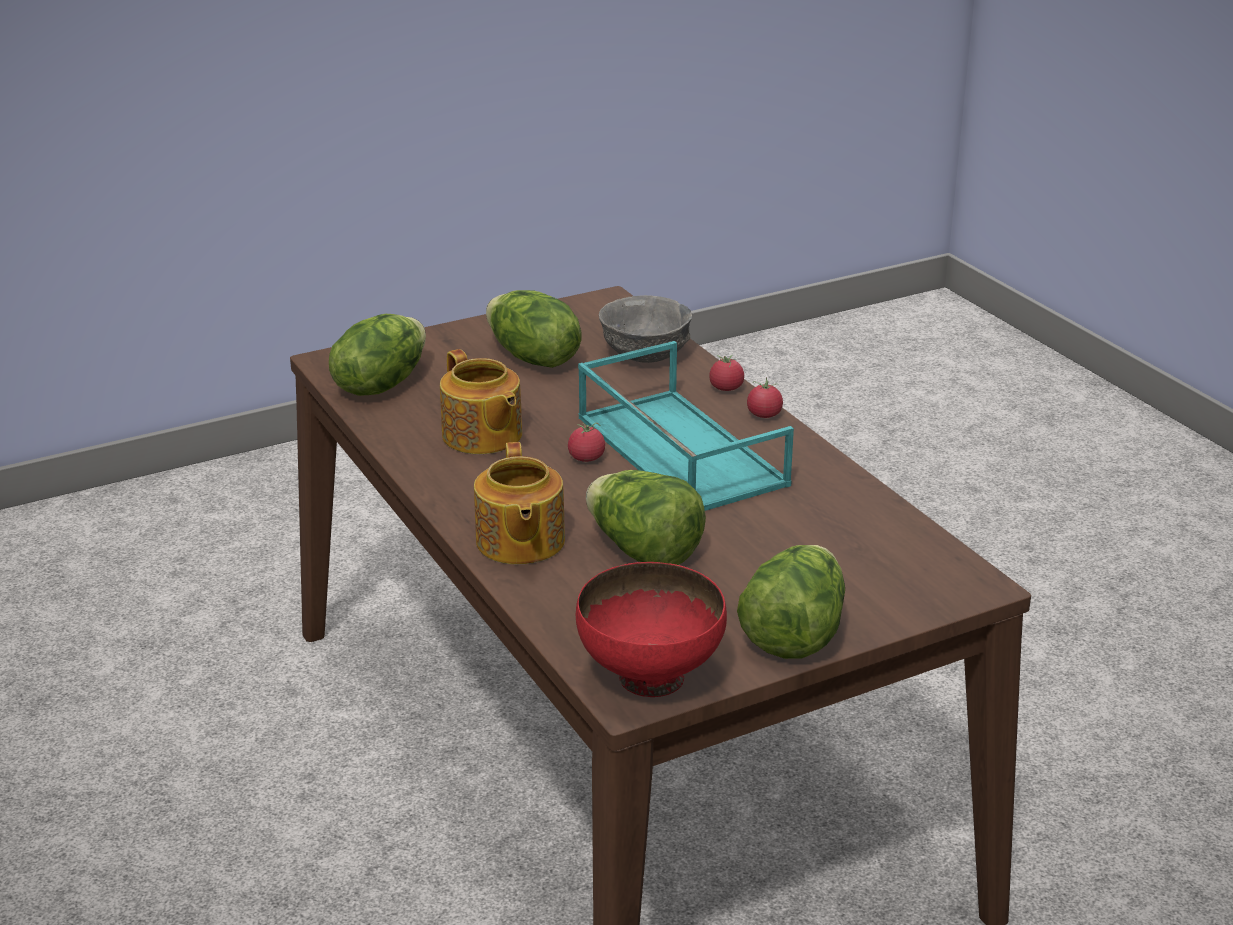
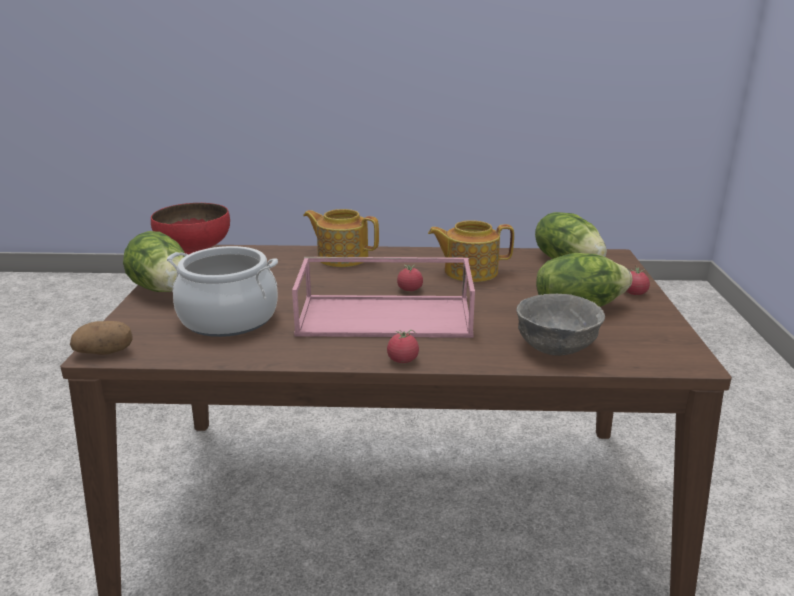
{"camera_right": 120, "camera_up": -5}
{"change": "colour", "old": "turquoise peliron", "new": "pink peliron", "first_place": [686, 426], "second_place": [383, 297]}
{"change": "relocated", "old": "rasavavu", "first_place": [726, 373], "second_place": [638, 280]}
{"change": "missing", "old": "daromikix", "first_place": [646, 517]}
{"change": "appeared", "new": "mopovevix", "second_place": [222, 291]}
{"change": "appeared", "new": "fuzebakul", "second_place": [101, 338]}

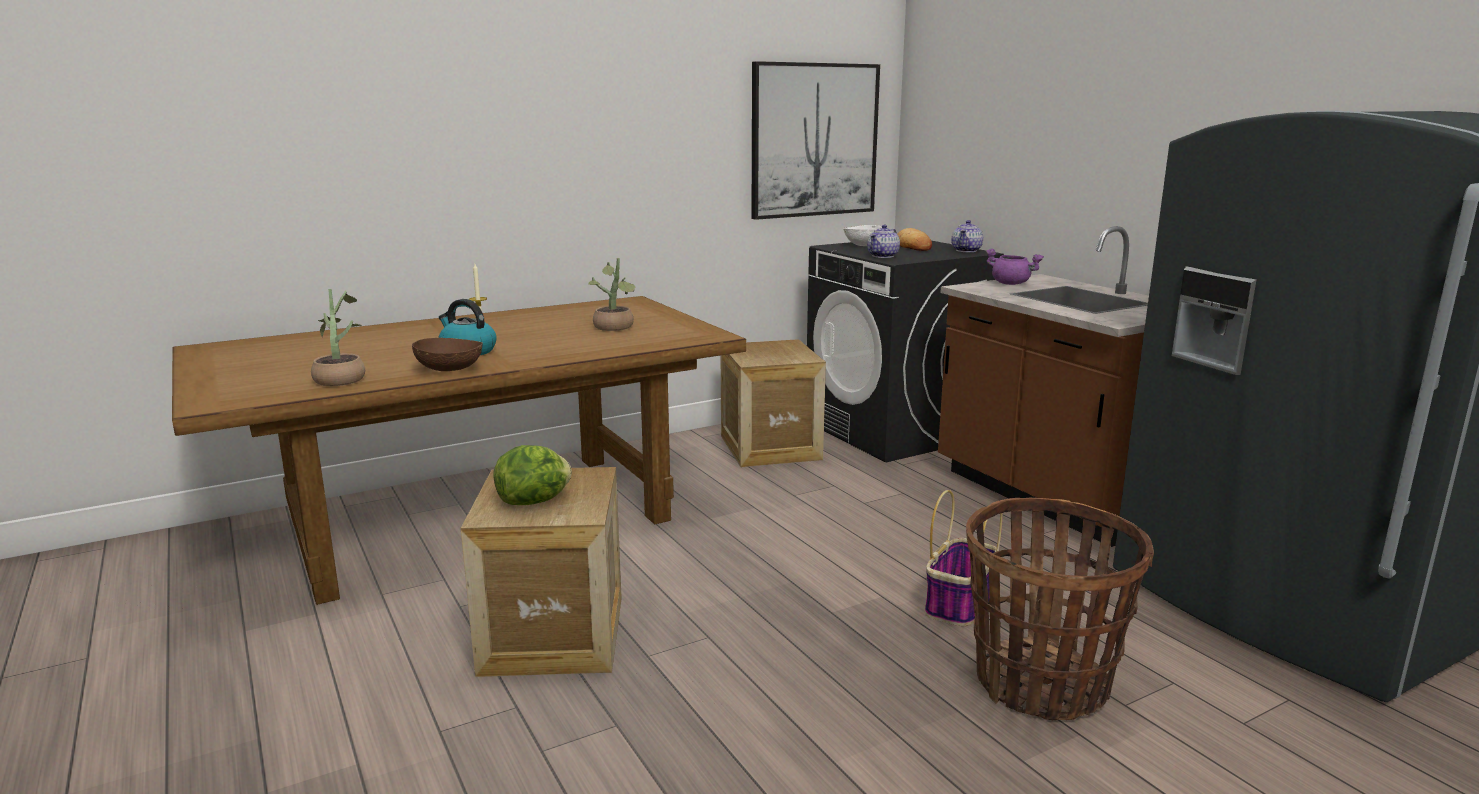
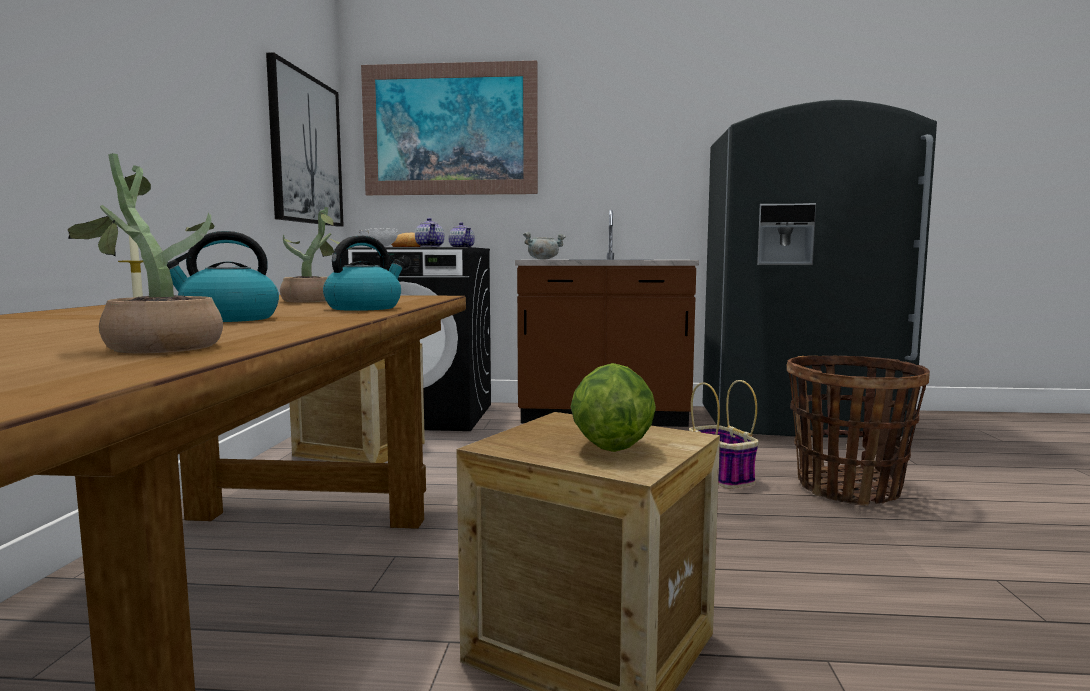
{"camera_right": -55, "camera_up": -10}
{"change": "colour", "old": "purple mopovevix", "new": "grey mopovevix", "first_place": [1015, 267], "second_place": [544, 246]}
{"change": "missing", "old": "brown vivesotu", "first_place": [447, 354]}
{"change": "appeared", "new": "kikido", "second_place": [449, 128]}
{"change": "appeared", "new": "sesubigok", "second_place": [364, 273]}

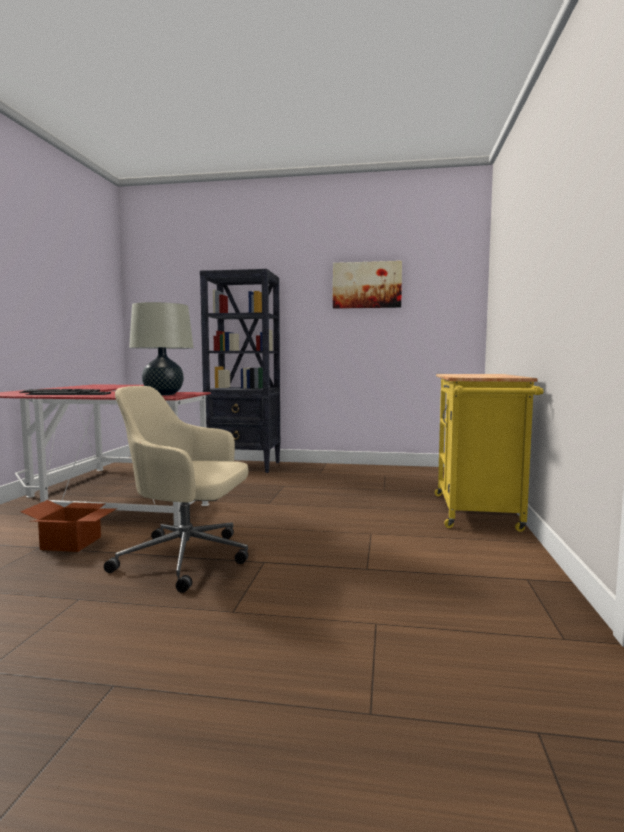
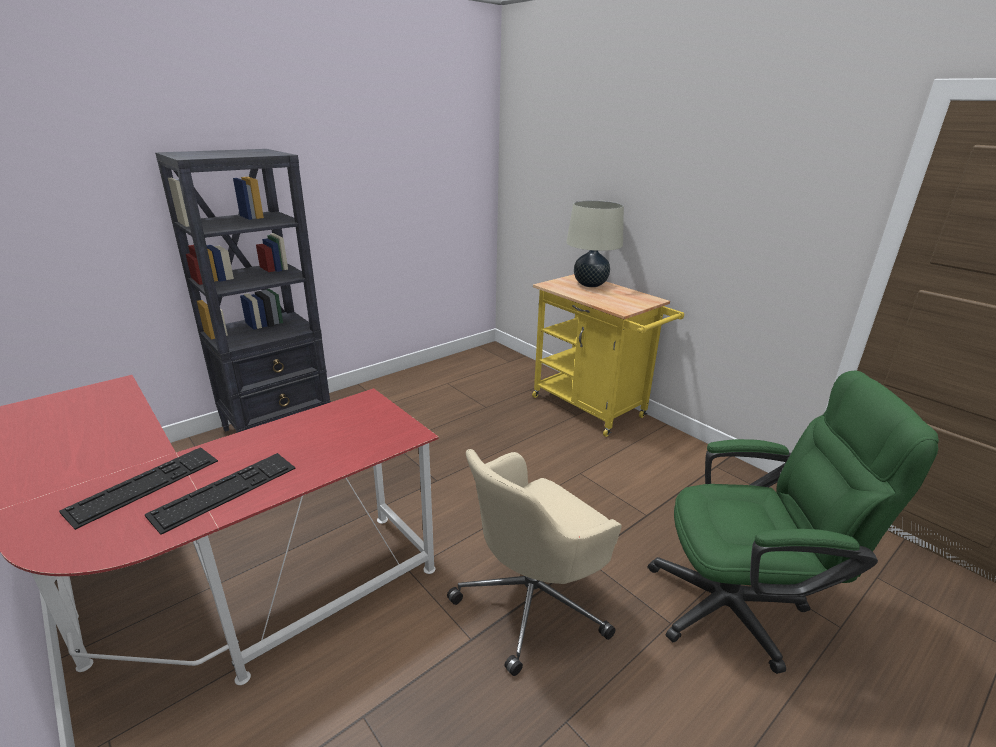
{"camera_right": -50, "camera_up": 20}
{"change": "missing", "old": "kikido", "first_place": [367, 285]}
{"change": "relocated", "old": "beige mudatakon", "first_place": [161, 348], "second_place": [595, 243]}
{"change": "missing", "old": "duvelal", "first_place": [68, 526]}
{"change": "appeared", "new": "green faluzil", "second_place": [793, 522]}

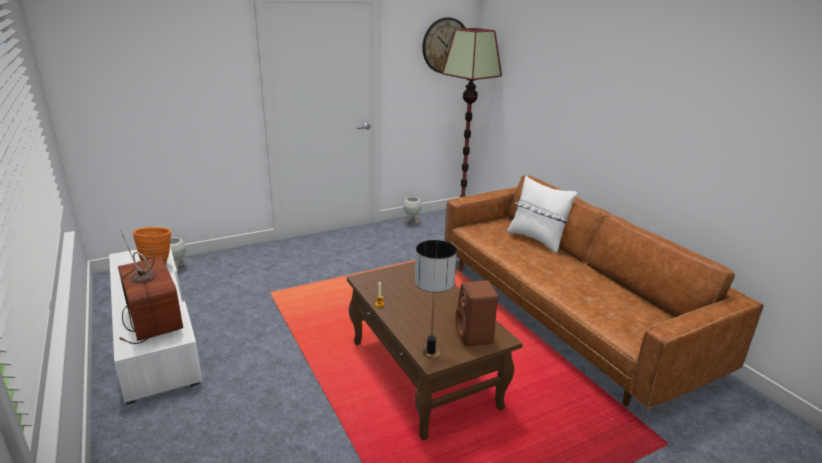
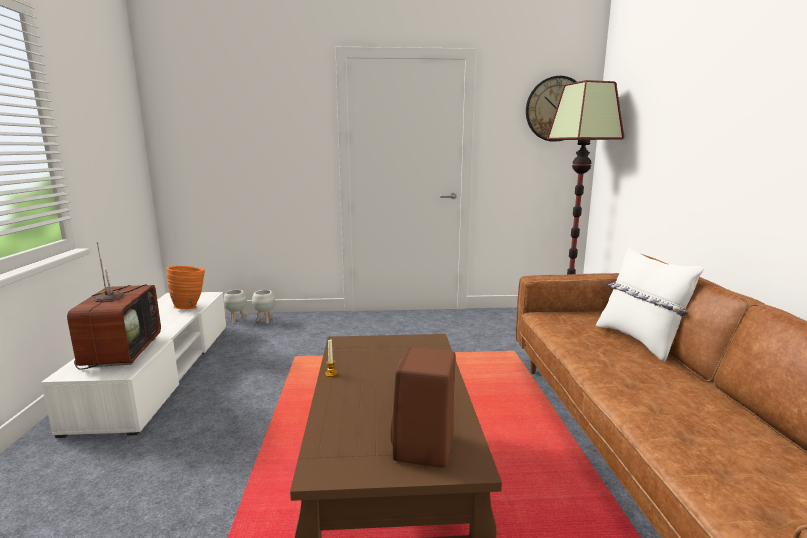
{"camera_right": 25, "camera_up": -10}
{"change": "relocated", "old": "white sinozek", "first_place": [412, 210], "second_place": [263, 307]}
{"change": "missing", "old": "mudatakon", "first_place": [436, 299]}

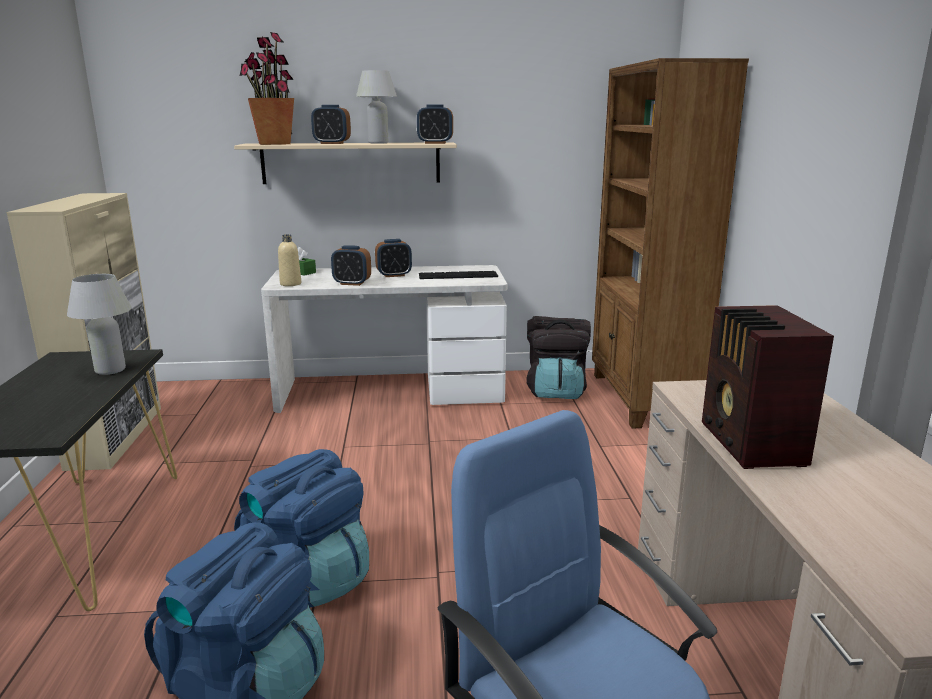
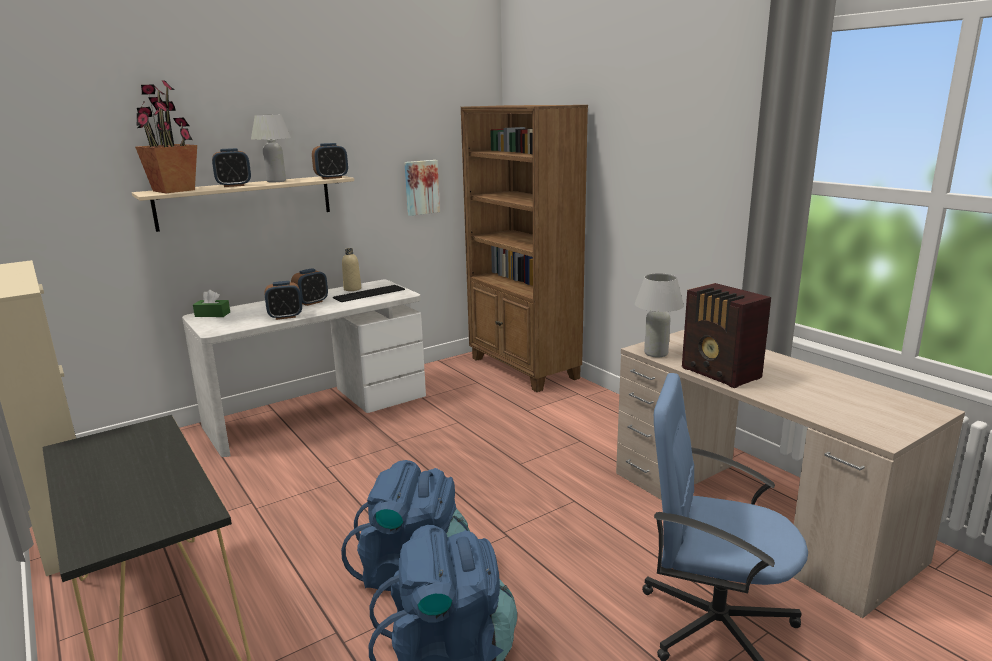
{"camera_right": -30, "camera_up": 0}
{"change": "relocated", "old": "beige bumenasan", "first_place": [289, 260], "second_place": [351, 269]}
{"change": "relocated", "old": "white mudatakon", "first_place": [99, 324], "second_place": [659, 315]}
{"change": "missing", "old": "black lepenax", "first_place": [558, 357]}
{"change": "appeared", "new": "kikido", "second_place": [422, 188]}

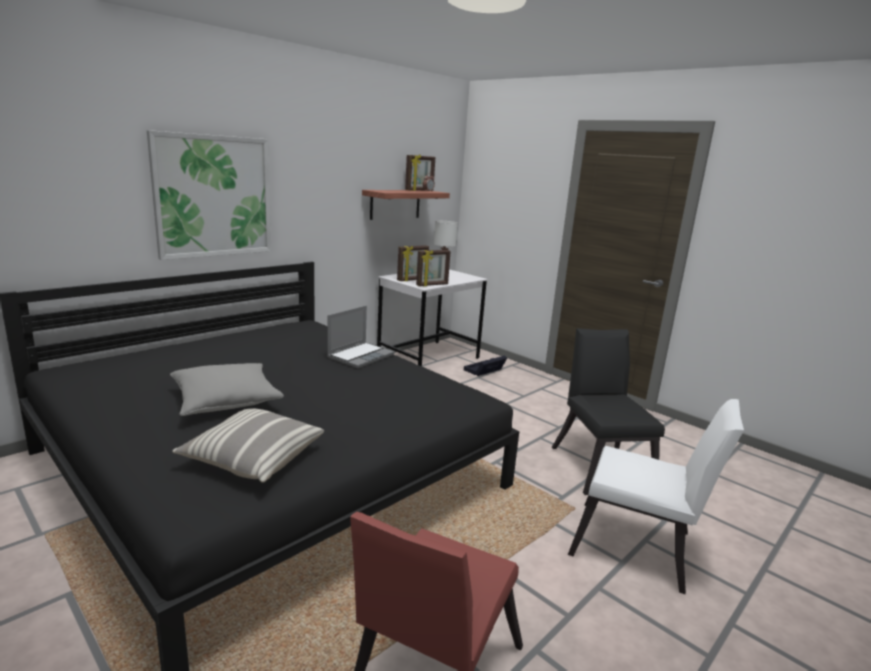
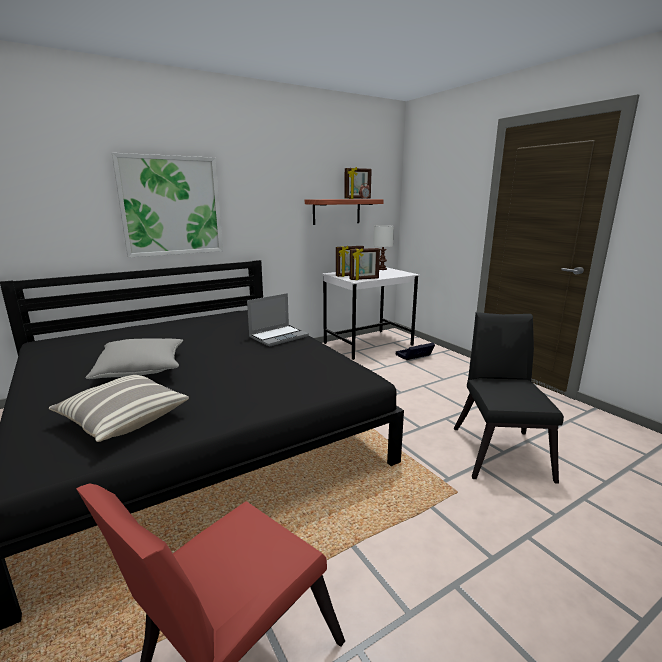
{"camera_right": 15, "camera_up": 0}
{"change": "missing", "old": "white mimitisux", "first_place": [656, 496]}

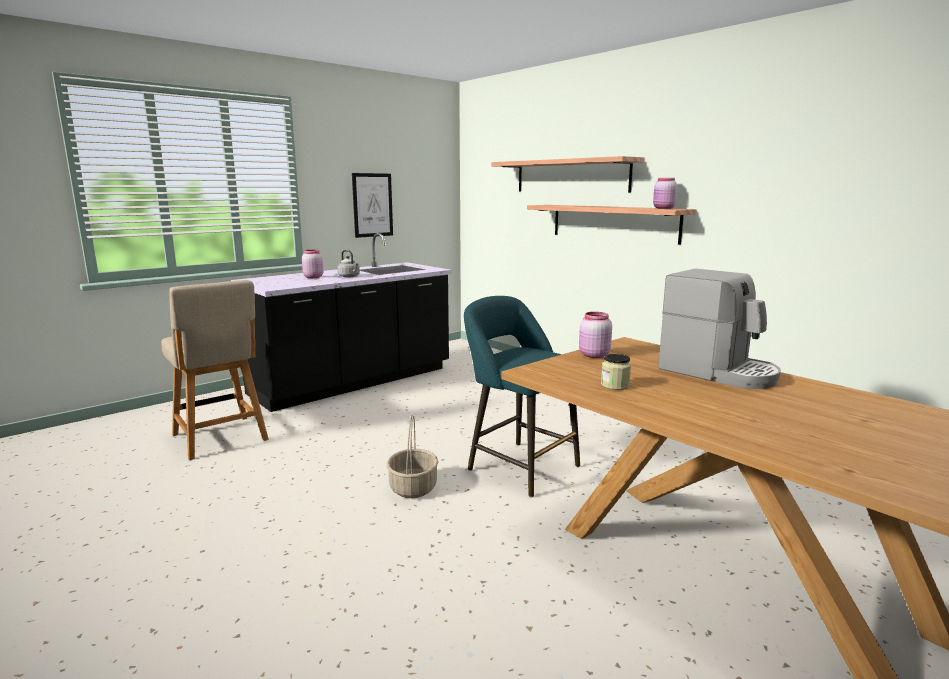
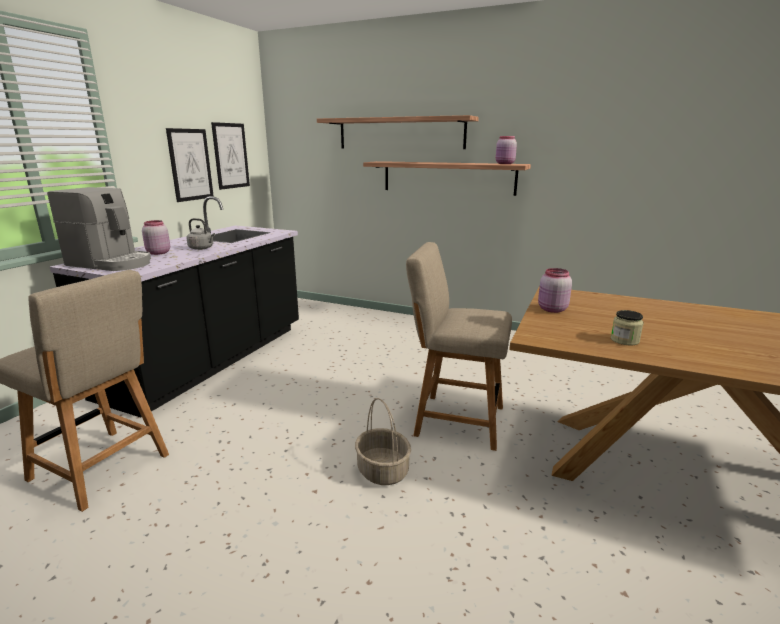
{"camera_right": -25, "camera_up": 5}
{"change": "relocated", "old": "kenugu", "first_place": [719, 328], "second_place": [99, 229]}
{"change": "exchanged", "old": "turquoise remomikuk", "new": "beige mimitisux", "first_place": [522, 397], "second_place": [459, 346]}
{"change": "appeared", "new": "kikido", "second_place": [230, 156]}

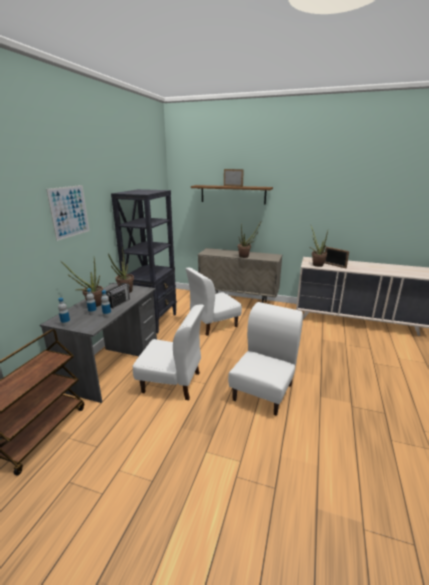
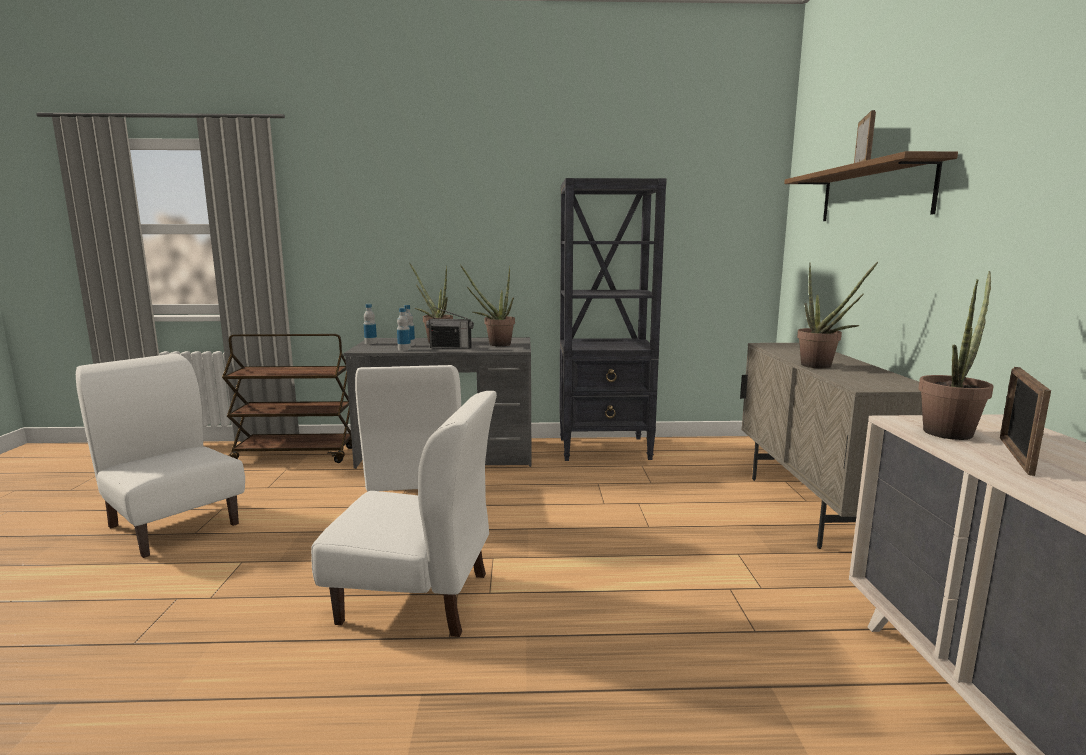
{"camera_right": 70, "camera_up": -10}
{"change": "missing", "old": "kikido", "first_place": [68, 213]}
{"change": "relocated", "old": "white mimitisux", "first_place": [214, 302], "second_place": [160, 455]}

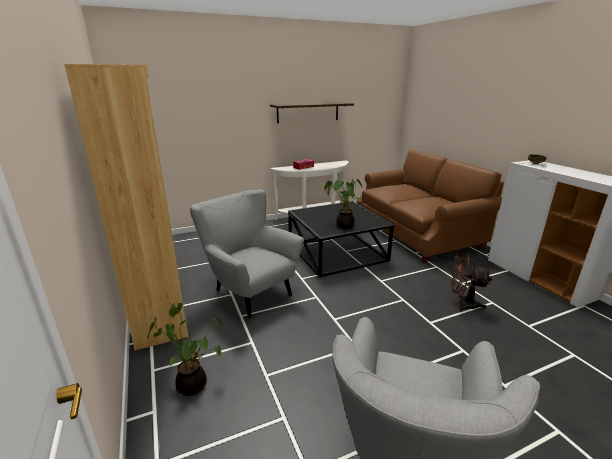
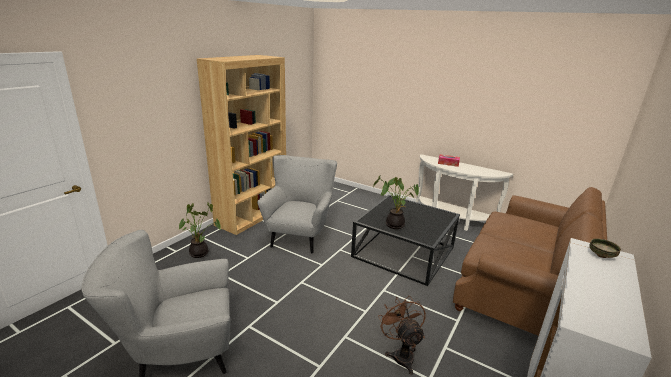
{"camera_right": 55, "camera_up": 0}
{"change": "missing", "old": "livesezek", "first_place": [312, 112]}

